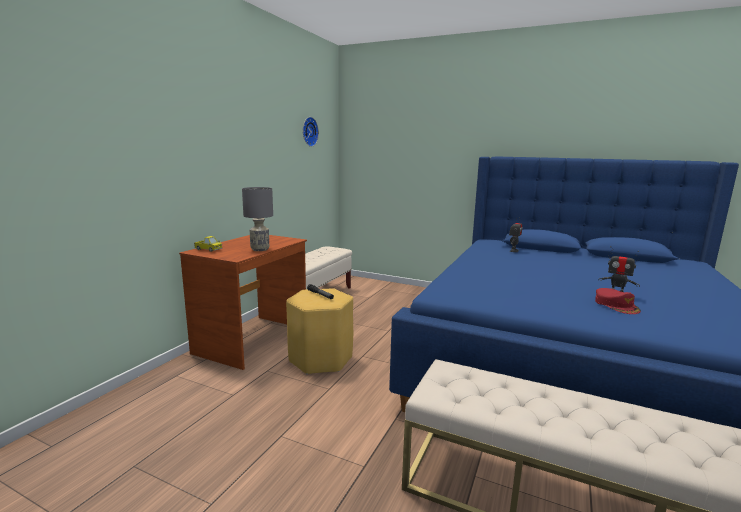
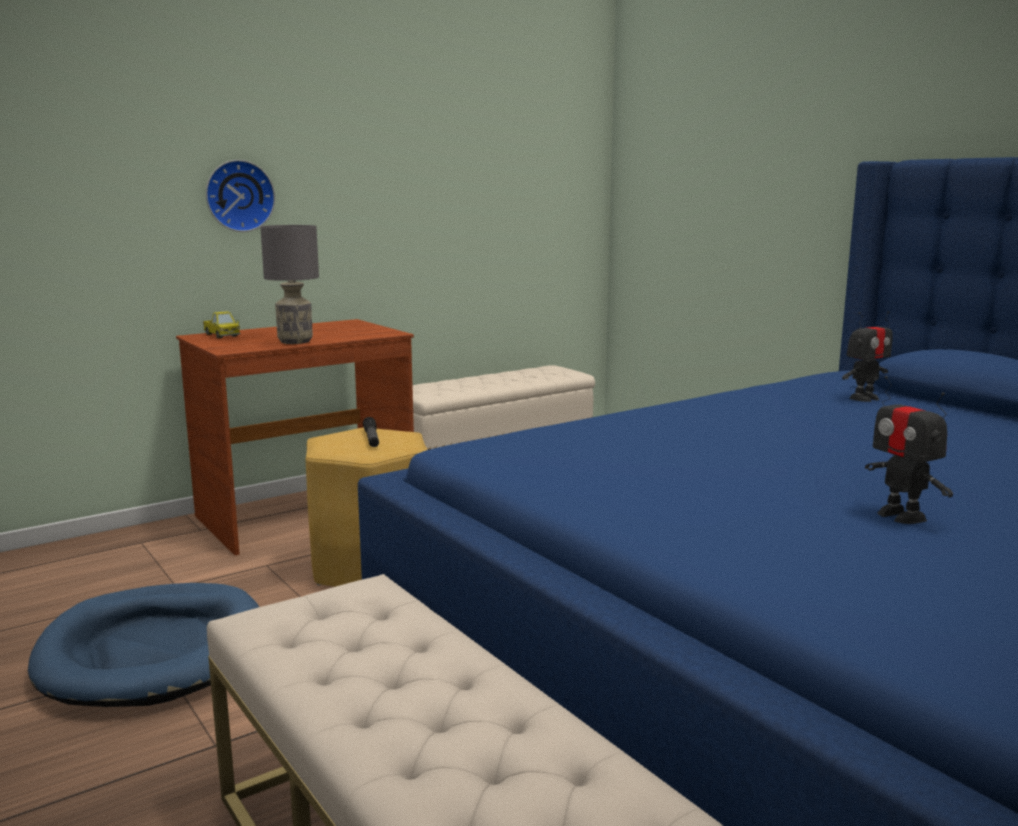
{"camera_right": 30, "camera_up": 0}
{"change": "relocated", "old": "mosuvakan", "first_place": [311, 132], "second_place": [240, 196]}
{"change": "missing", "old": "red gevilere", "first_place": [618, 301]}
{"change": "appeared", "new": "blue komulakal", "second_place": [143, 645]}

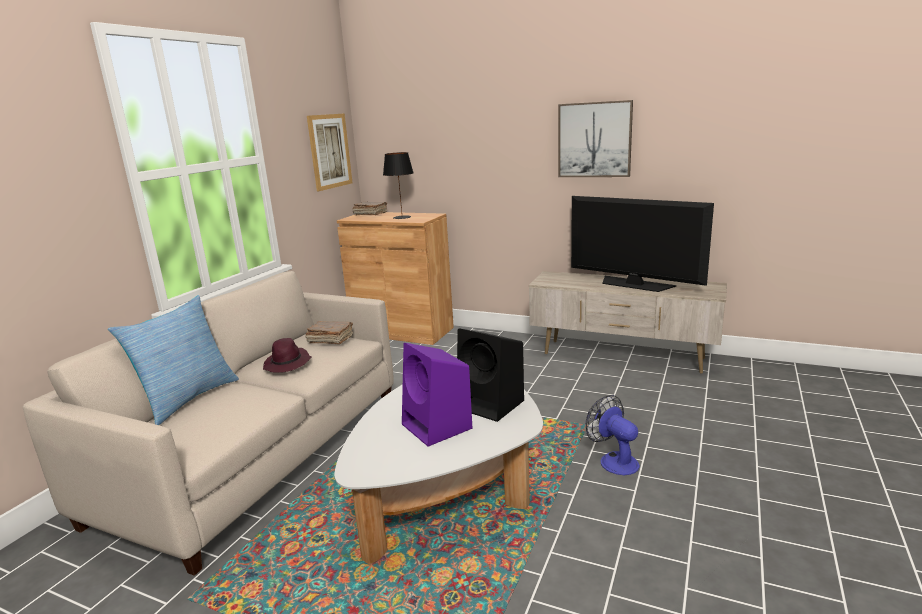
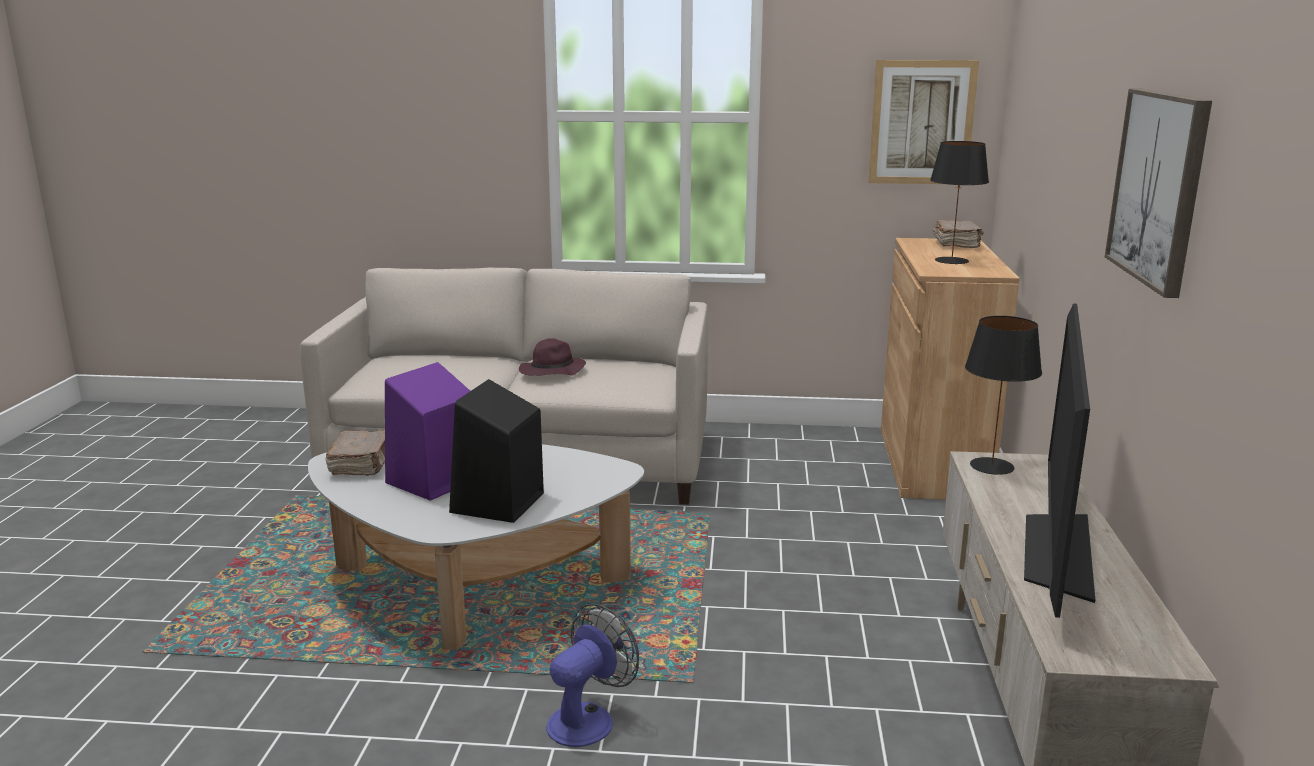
{"camera_right": 70, "camera_up": 0}
{"change": "missing", "old": "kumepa", "first_place": [173, 360]}
{"change": "relocated", "old": "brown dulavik", "first_place": [329, 332], "second_place": [355, 453]}
{"change": "appeared", "new": "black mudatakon", "second_place": [1003, 395]}

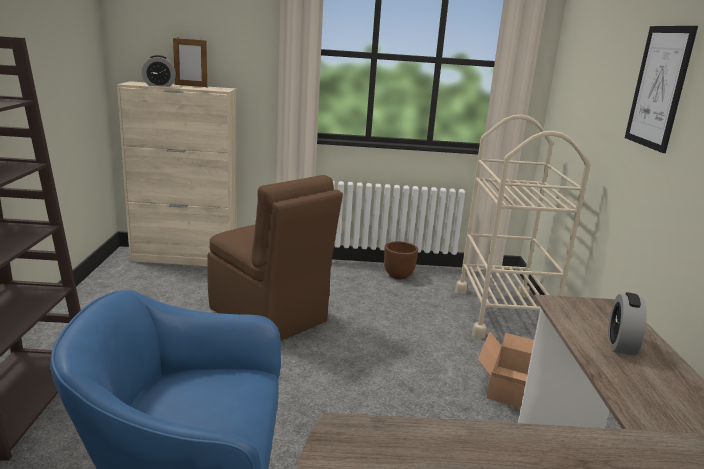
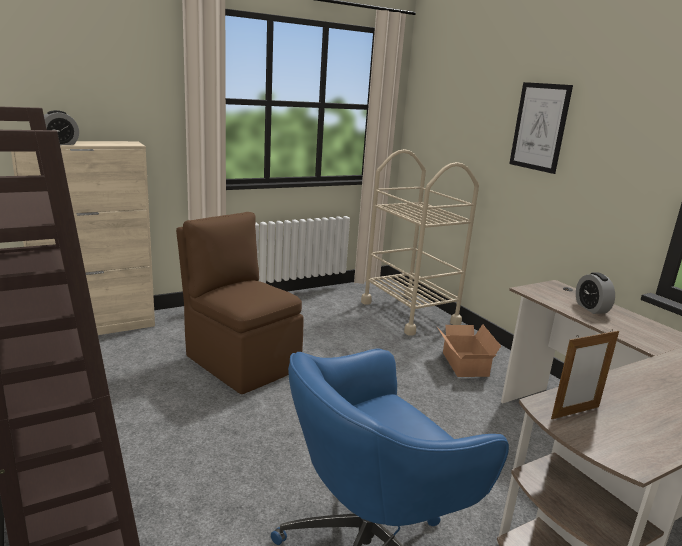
{"camera_right": -30, "camera_up": 0}
{"change": "relocated", "old": "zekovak", "first_place": [190, 62], "second_place": [585, 374]}
{"change": "spun", "old": "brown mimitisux", "first_place": [275, 258], "second_place": [240, 303], "degrees": -150}
{"change": "missing", "old": "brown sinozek", "first_place": [401, 260]}

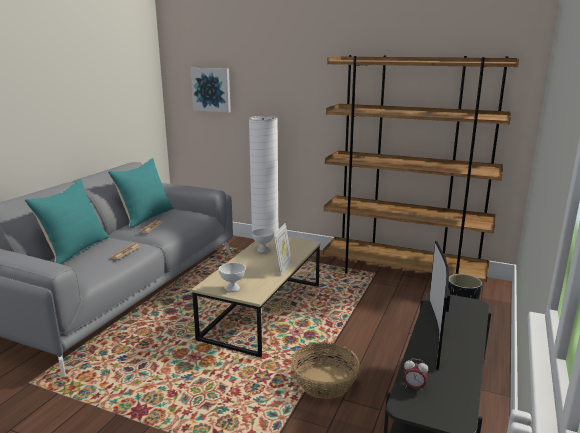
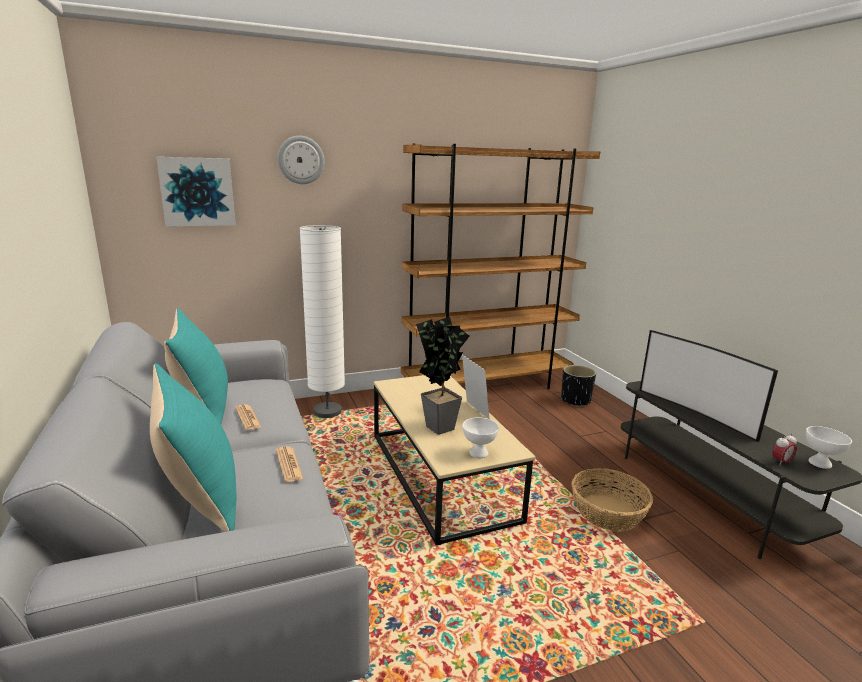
{"camera_right": -45, "camera_up": 0}
{"change": "relocated", "old": "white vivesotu", "first_place": [263, 241], "second_place": [829, 447]}
{"change": "appeared", "new": "mosuvakan", "second_place": [300, 160]}
{"change": "appeared", "new": "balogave", "second_place": [443, 376]}

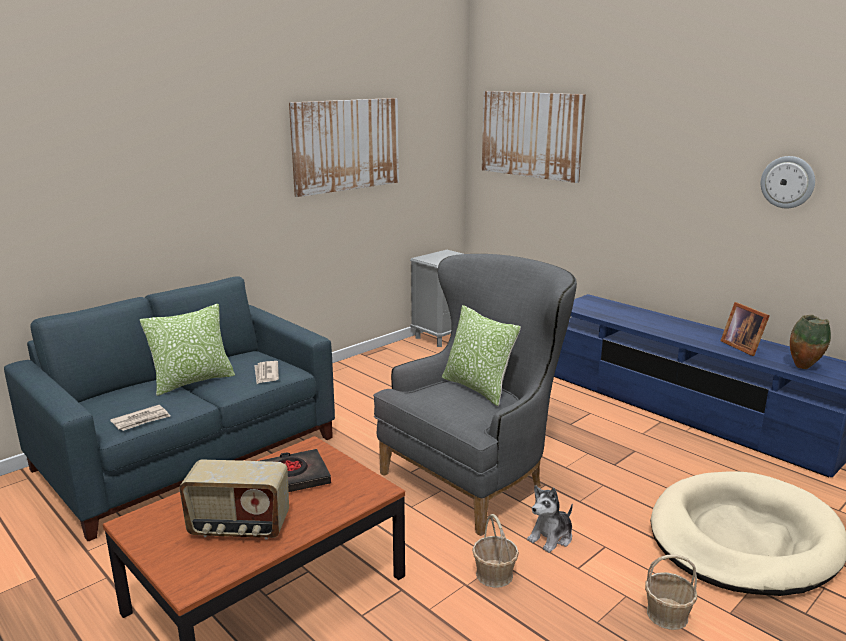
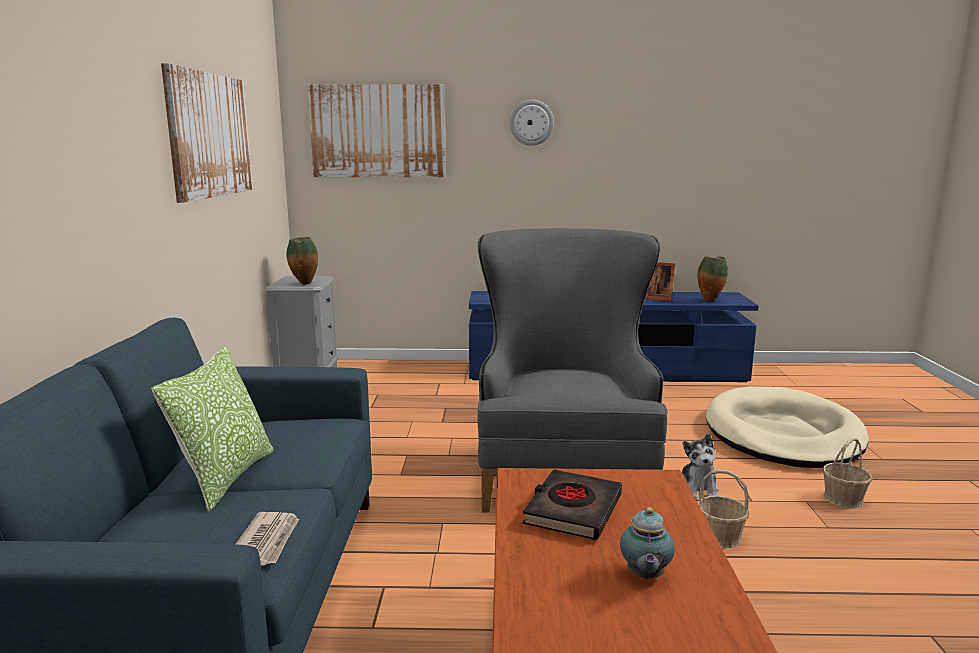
{"camera_right": -45, "camera_up": -5}
{"change": "relocated", "old": "mosuvakan", "first_place": [788, 182], "second_place": [532, 123]}
{"change": "missing", "old": "kumepa", "first_place": [481, 355]}
{"change": "missing", "old": "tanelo", "first_place": [267, 372]}
{"change": "exchanged", "old": "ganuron", "new": "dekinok", "first_place": [234, 499], "second_place": [647, 543]}
{"change": "appeared", "new": "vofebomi", "second_place": [302, 261]}

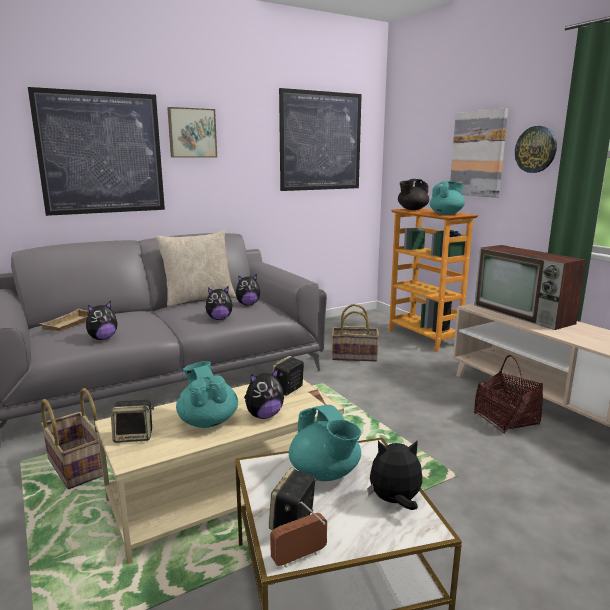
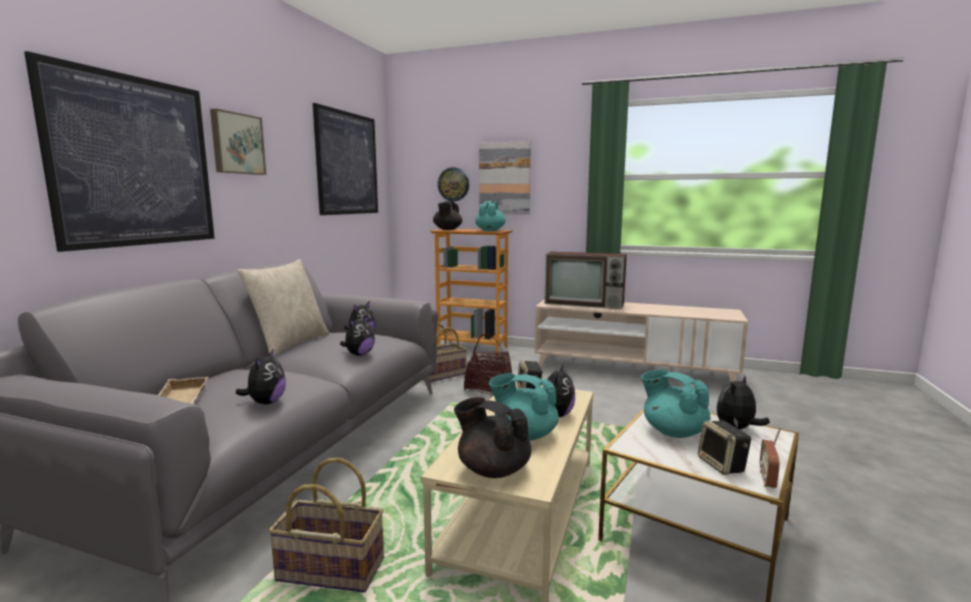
{"camera_right": -40, "camera_up": -5}
{"change": "relocated", "old": "mosuvakan", "first_place": [536, 149], "second_place": [453, 184]}
{"change": "relocated", "old": "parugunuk", "first_place": [508, 394], "second_place": [488, 364]}
{"change": "exchanged", "old": "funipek", "new": "black dekinok", "first_place": [132, 421], "second_place": [492, 437]}
{"change": "spun", "old": "turquoise dekinok", "first_place": [325, 443], "second_place": [675, 404], "degrees": -150}

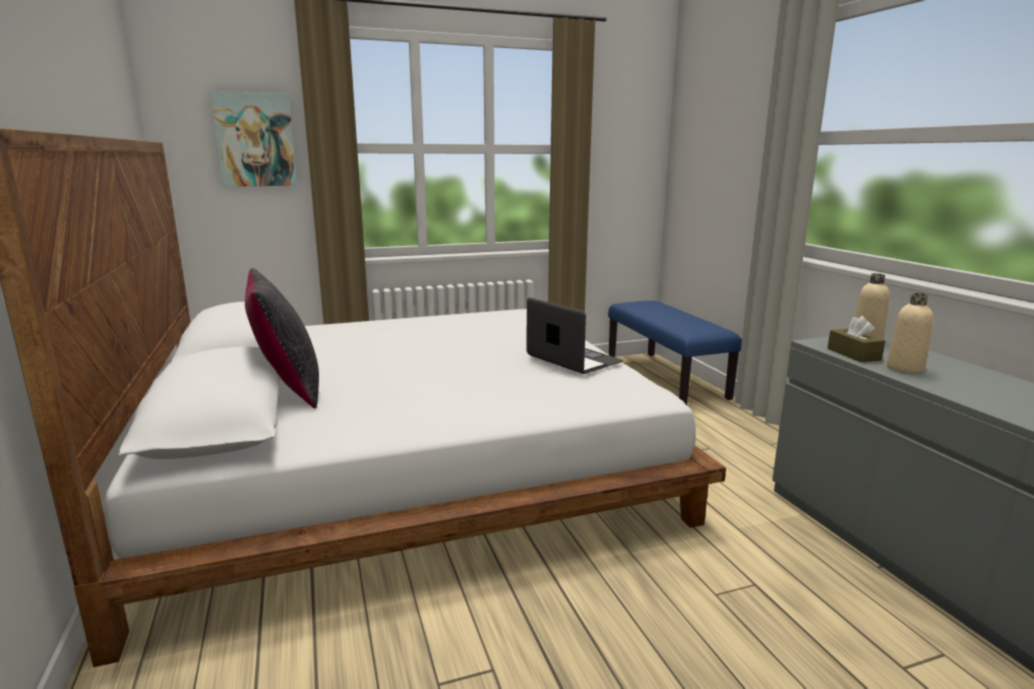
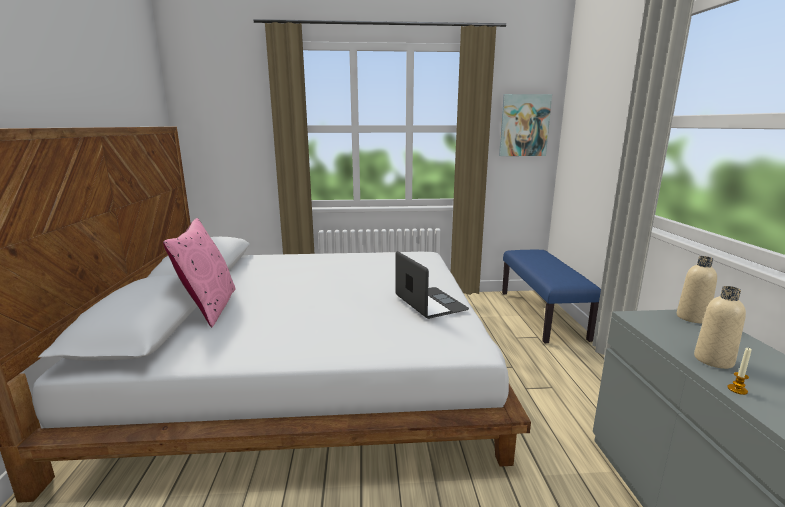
{"camera_right": 15, "camera_up": 0}
{"change": "relocated", "old": "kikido", "first_place": [254, 139], "second_place": [525, 125]}
{"change": "colour", "old": "black kumepa", "new": "pink kumepa", "first_place": [282, 338], "second_place": [199, 272]}
{"change": "missing", "old": "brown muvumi", "first_place": [856, 339]}
{"change": "appeared", "new": "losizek", "second_place": [739, 371]}

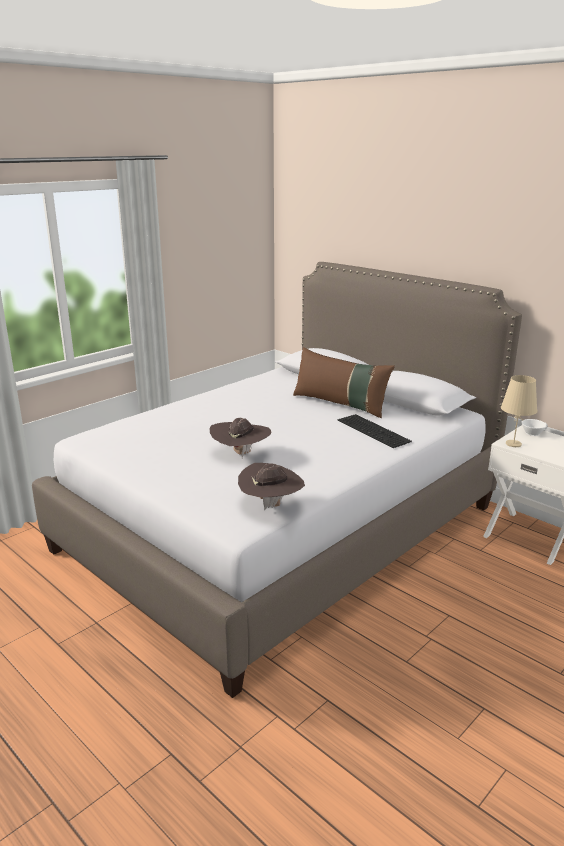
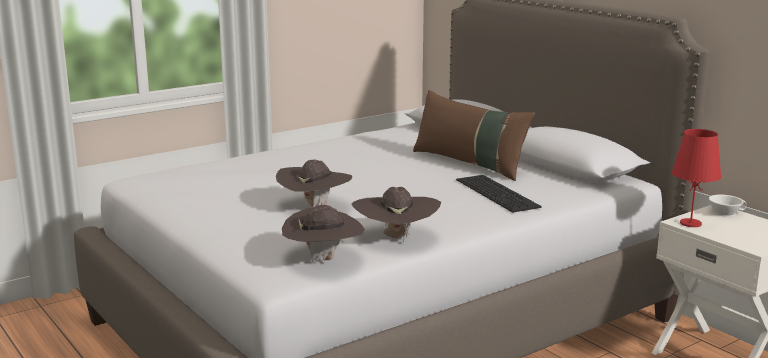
{"camera_right": 10, "camera_up": -5}
{"change": "colour", "old": "beige mudatakon", "new": "red mudatakon", "first_place": [519, 411], "second_place": [697, 178]}
{"change": "appeared", "new": "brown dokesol", "second_place": [396, 214]}

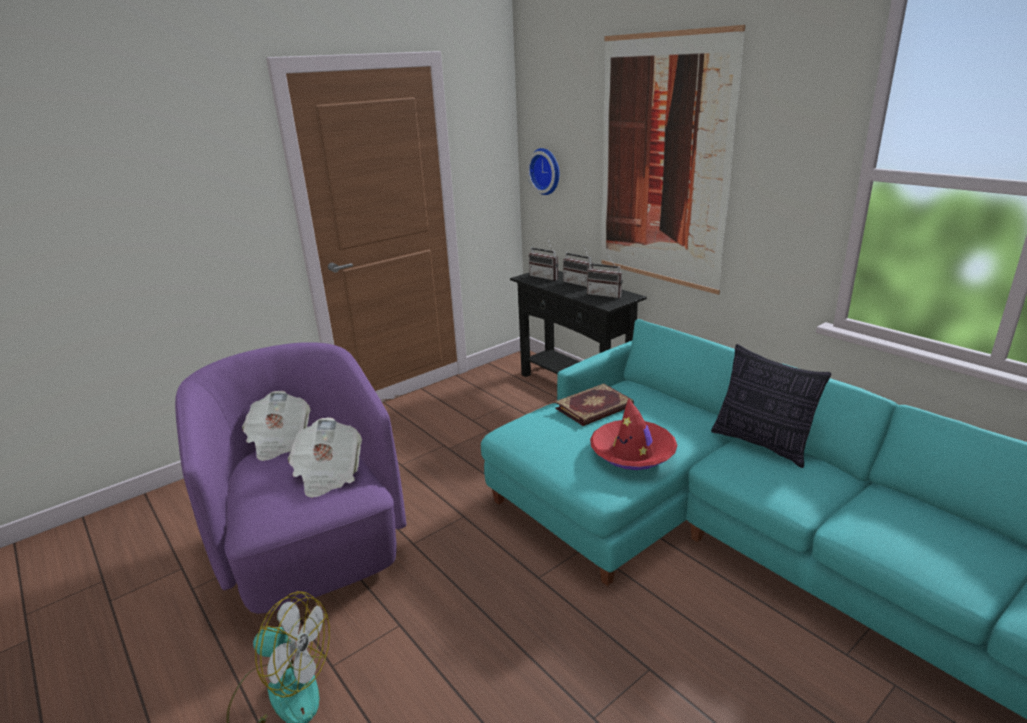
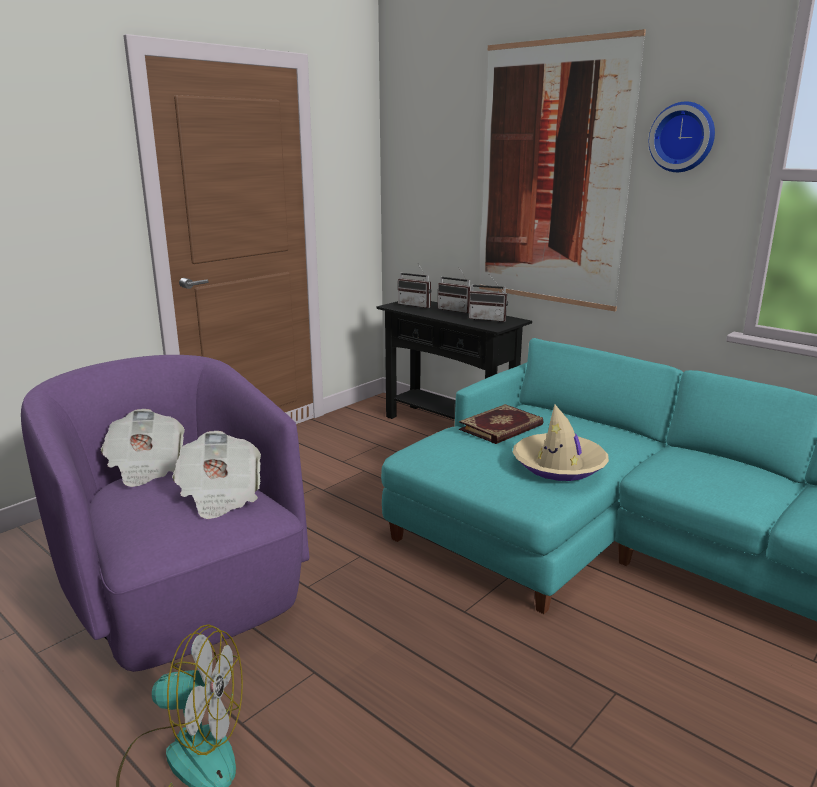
{"camera_right": -10, "camera_up": -5}
{"change": "relocated", "old": "mosuvakan", "first_place": [543, 171], "second_place": [682, 137]}
{"change": "missing", "old": "kumepa", "first_place": [771, 406]}
{"change": "colour", "old": "red dokesol", "new": "beige dokesol", "first_place": [634, 434], "second_place": [561, 443]}

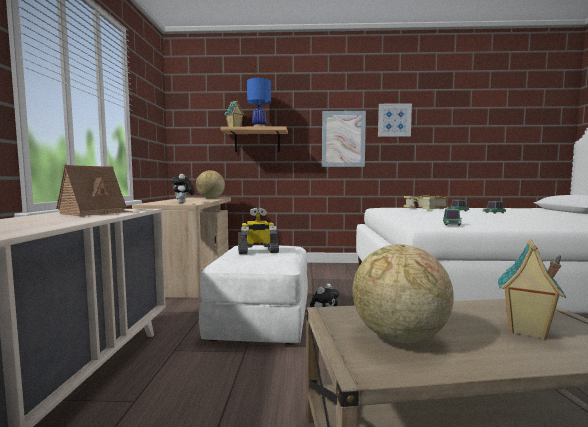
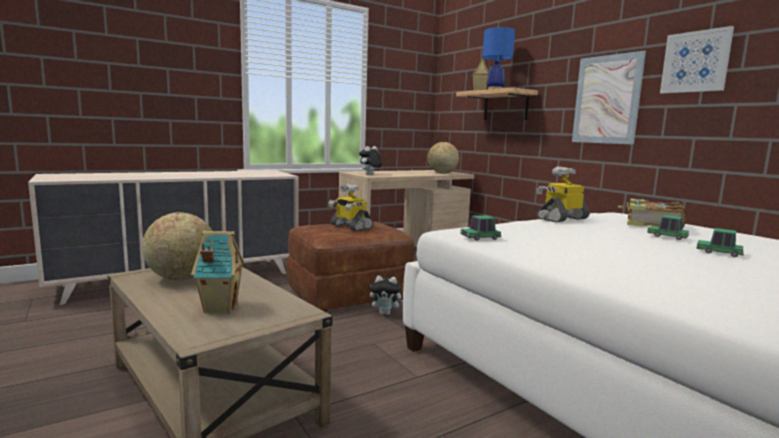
{"camera_right": 55, "camera_up": 5}
{"change": "missing", "old": "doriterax", "first_place": [94, 190]}
{"change": "colour", "old": "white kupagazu", "new": "brown kupagazu", "first_place": [253, 295], "second_place": [350, 266]}
{"change": "appeared", "new": "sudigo", "second_place": [563, 194]}

